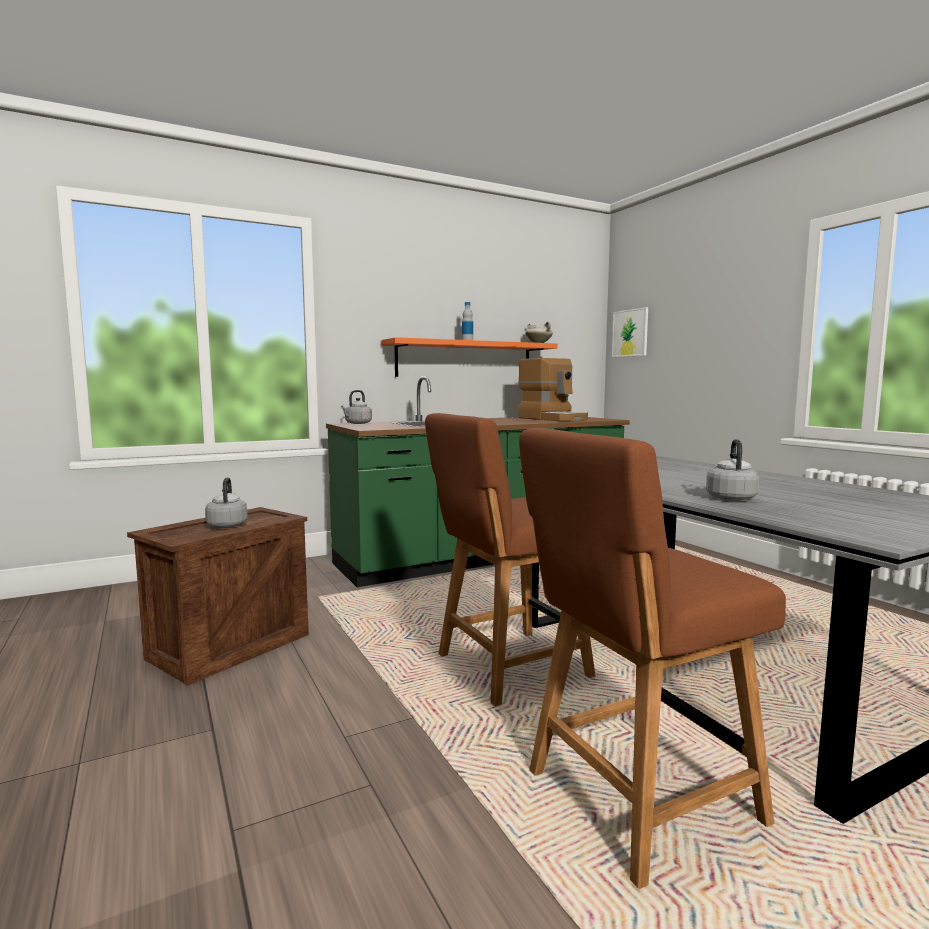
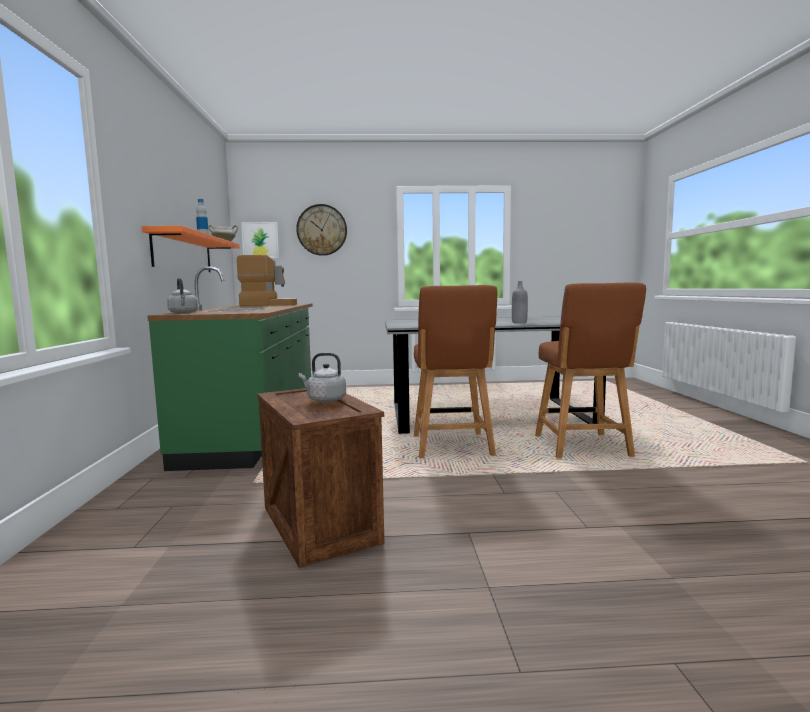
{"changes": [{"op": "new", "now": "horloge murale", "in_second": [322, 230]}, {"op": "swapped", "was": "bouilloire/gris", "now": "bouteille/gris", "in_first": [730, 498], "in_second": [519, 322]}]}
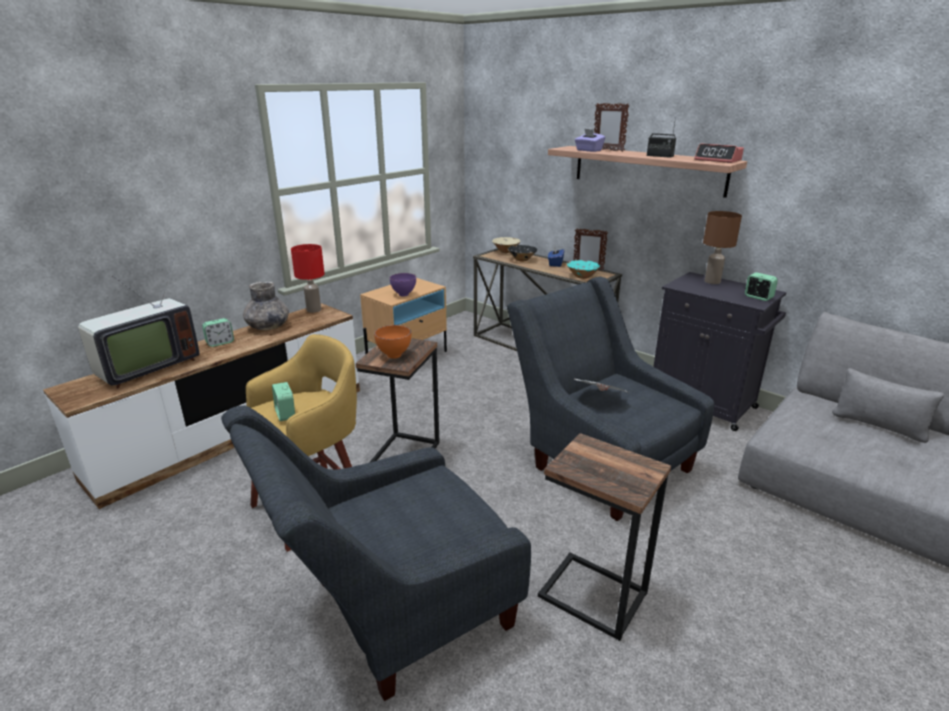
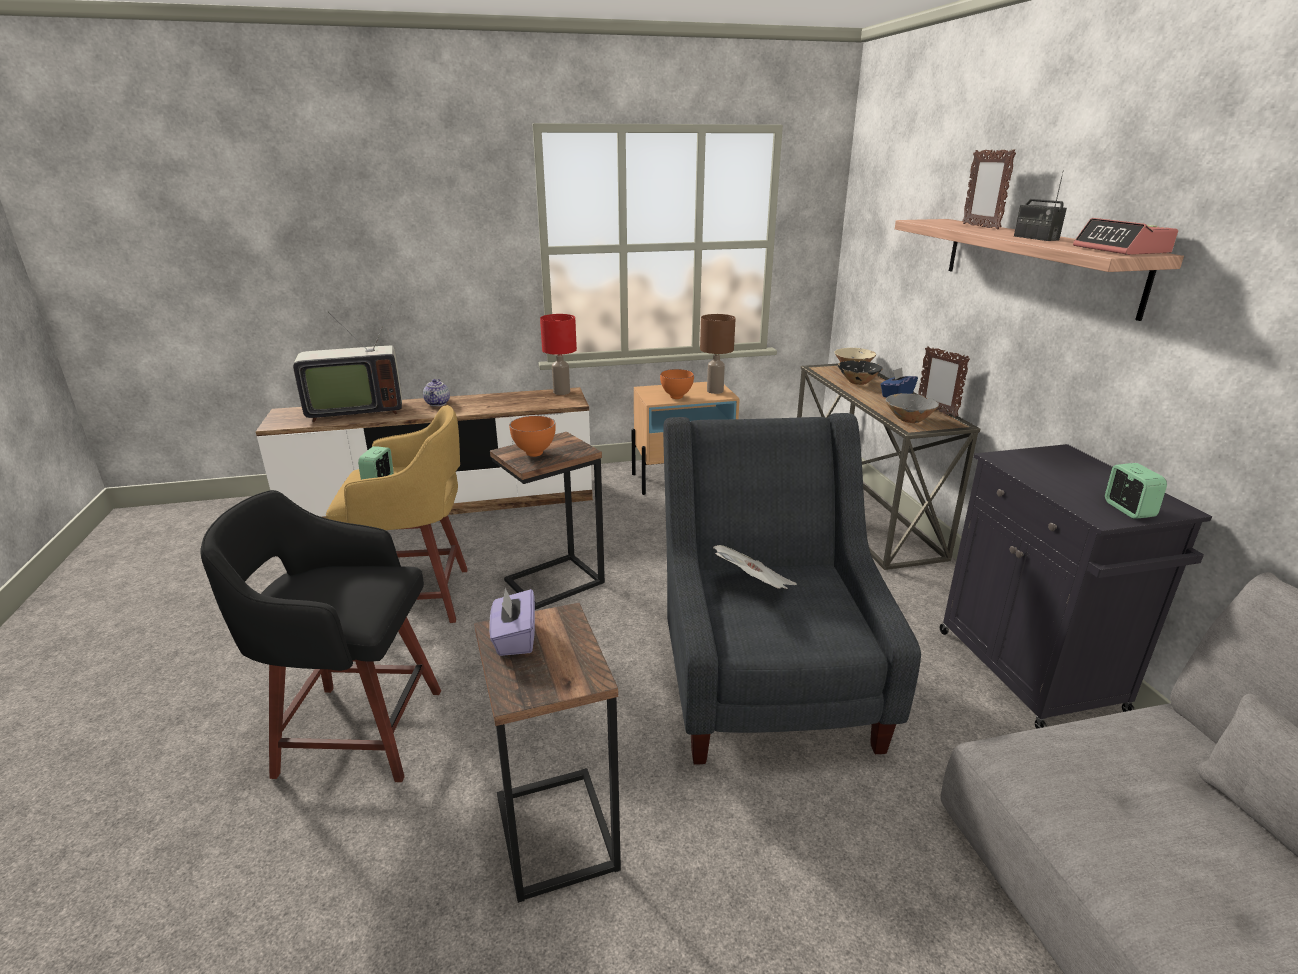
{"changes": [{"op": "swapped", "was": "fauteuil/gris", "now": "tabouret/noir", "in_first": [391, 613], "in_second": [355, 730]}, {"op": "swapped", "was": "réveil", "now": "théière", "in_first": [220, 343], "in_second": [438, 403]}, {"op": "shifted", "was": "boîte à mouchoirs/violet", "in_first": [588, 150], "in_second": [514, 638]}, {"op": "repainted", "was": "bol/violet", "now": "bol/orange", "in_first": [403, 295], "in_second": [675, 397]}, {"op": "shifted", "was": "lampe de table/marron", "in_first": [712, 281], "in_second": [715, 391]}, {"op": "repainted", "was": "bol/turquoise", "now": "bol/gris", "in_first": [582, 277], "in_second": [909, 419]}, {"op": "gone", "was": "vase/gris", "in_first": [268, 326]}]}
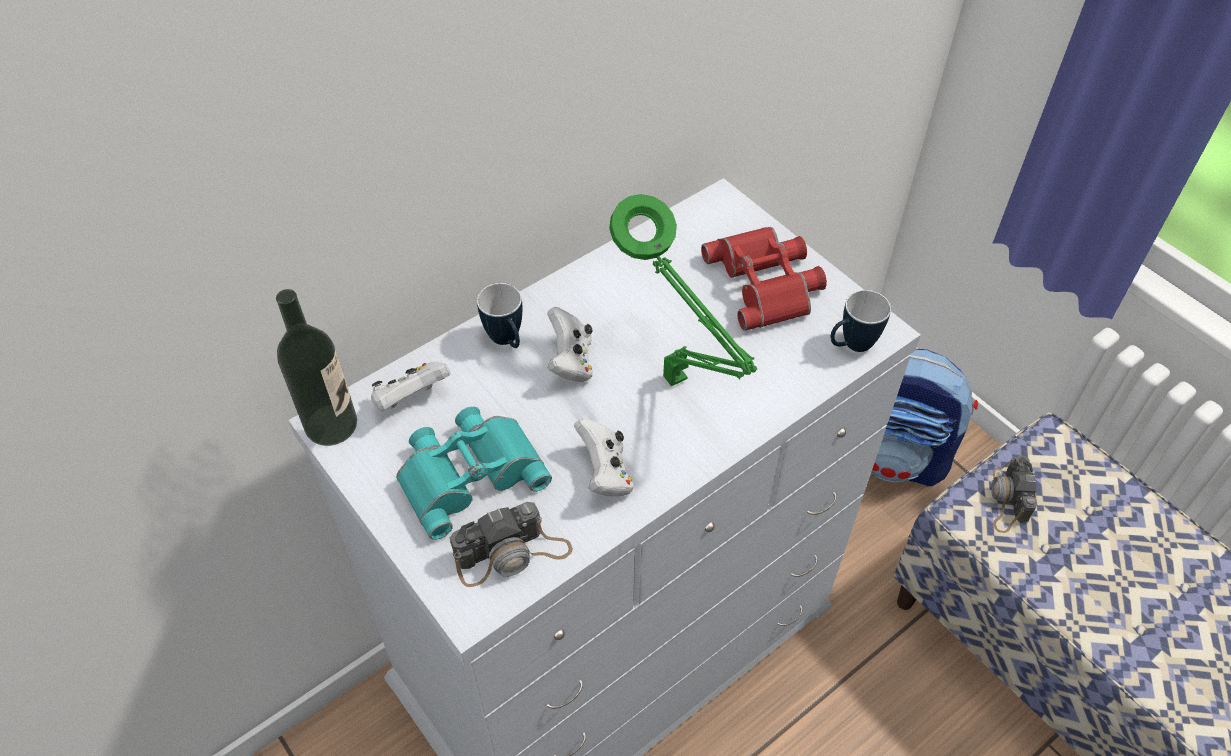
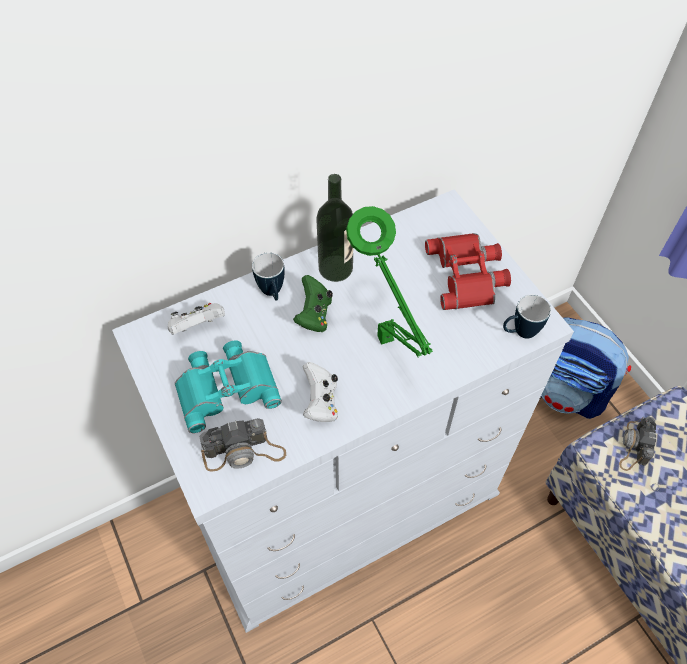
{"changes": [{"op": "repainted", "was": "manette/blanc", "now": "manette/vert", "in_first": [571, 361], "in_second": [314, 315]}, {"op": "shifted", "was": "bouteille", "in_first": [331, 425], "in_second": [335, 268]}]}
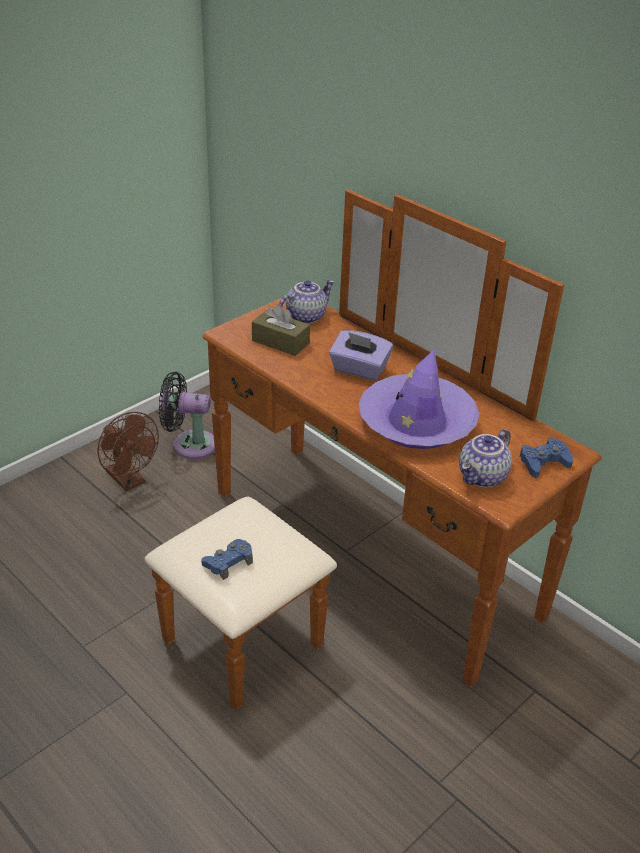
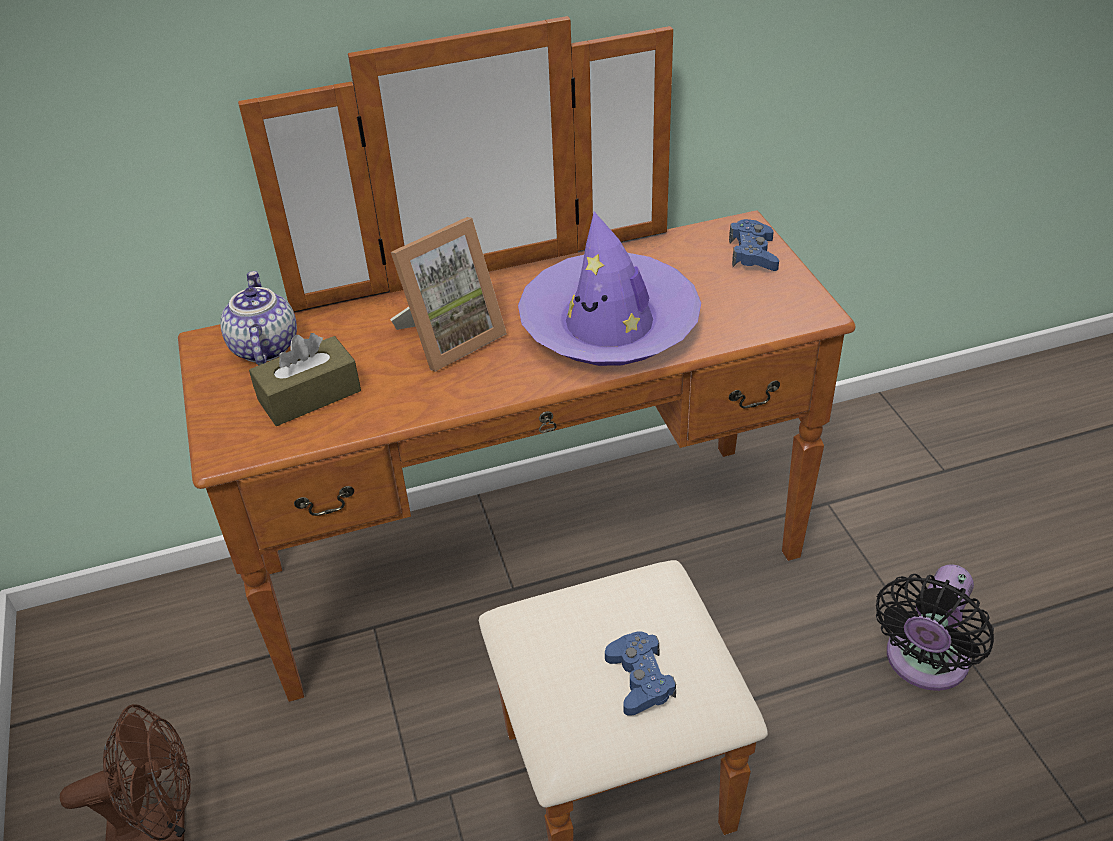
{"changes": [{"op": "swapped", "was": "boîte à mouchoirs/violet", "now": "cadre photo", "in_first": [359, 370], "in_second": [449, 338]}, {"op": "shifted", "was": "ventilateur/noir", "in_first": [189, 444], "in_second": [923, 663]}, {"op": "gone", "was": "théière", "in_first": [483, 477]}]}
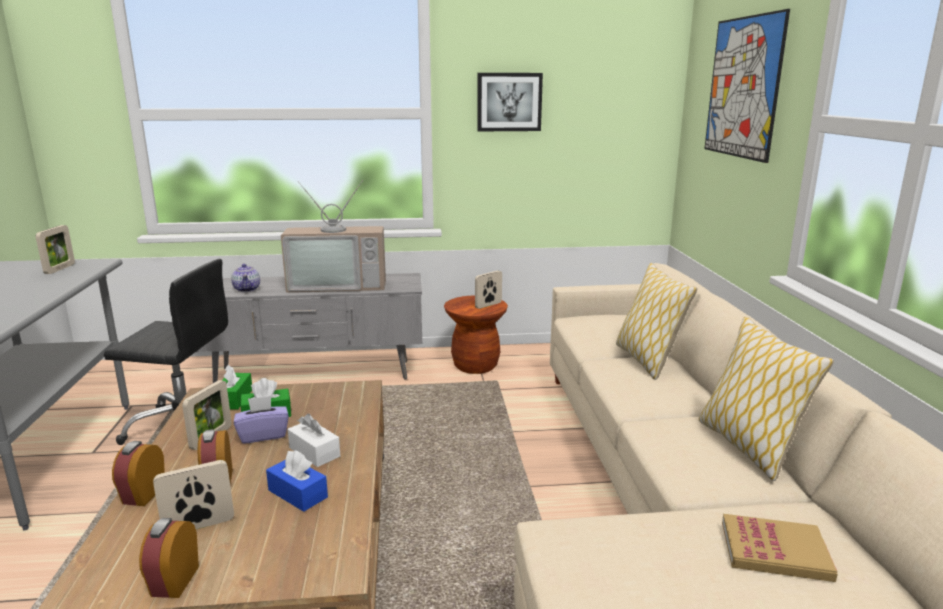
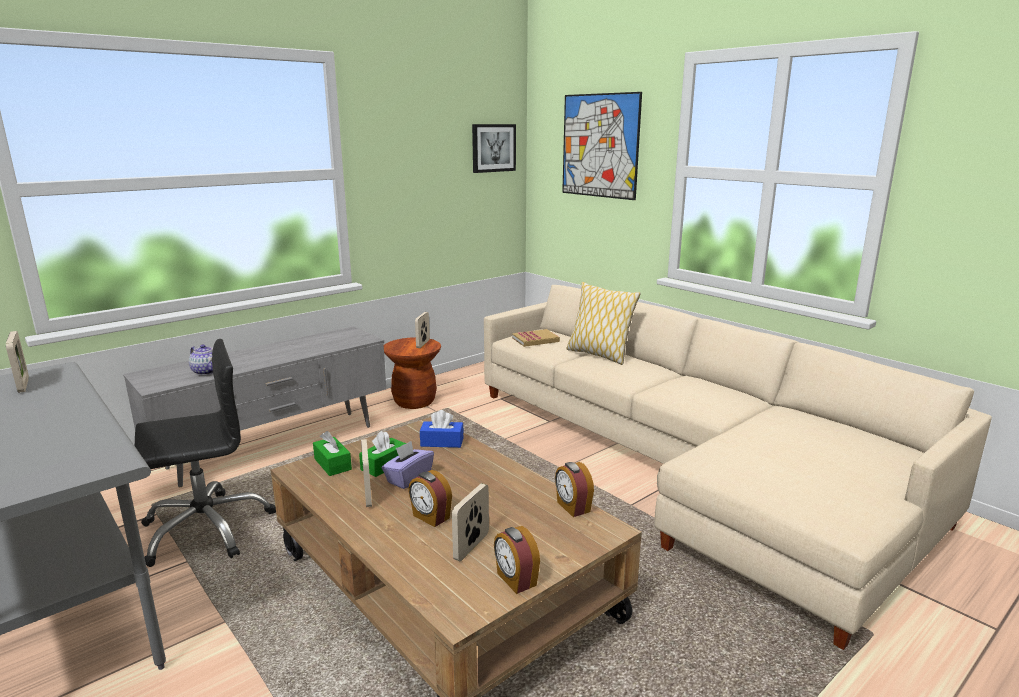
{"changes": [{"op": "shifted", "was": "boîte à mouchoirs/bleu", "in_first": [298, 494], "in_second": [442, 442]}, {"op": "shifted", "was": "tableau", "in_first": [509, 102], "in_second": [493, 148]}, {"op": "shifted", "was": "livre", "in_first": [775, 551], "in_second": [535, 340]}, {"op": "shifted", "was": "réveil", "in_first": [143, 494], "in_second": [572, 507]}, {"op": "gone", "was": "téléviseur", "in_first": [338, 284]}, {"op": "gone", "was": "boîte à mouchoirs/blanc", "in_first": [314, 452]}, {"op": "gone", "was": "coussin", "in_first": [748, 446]}]}
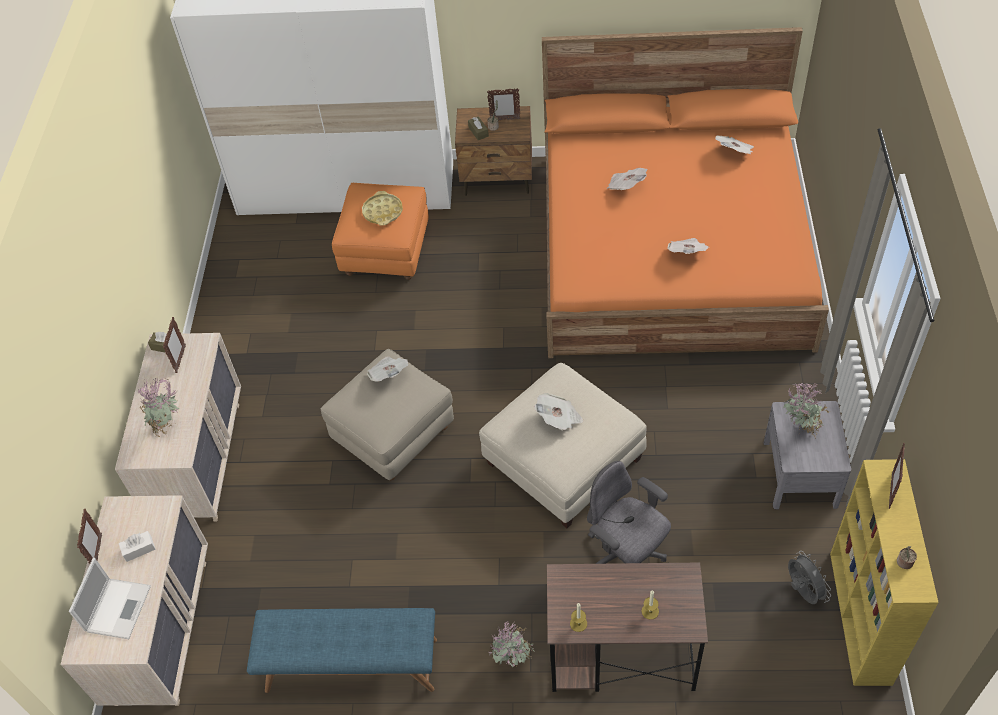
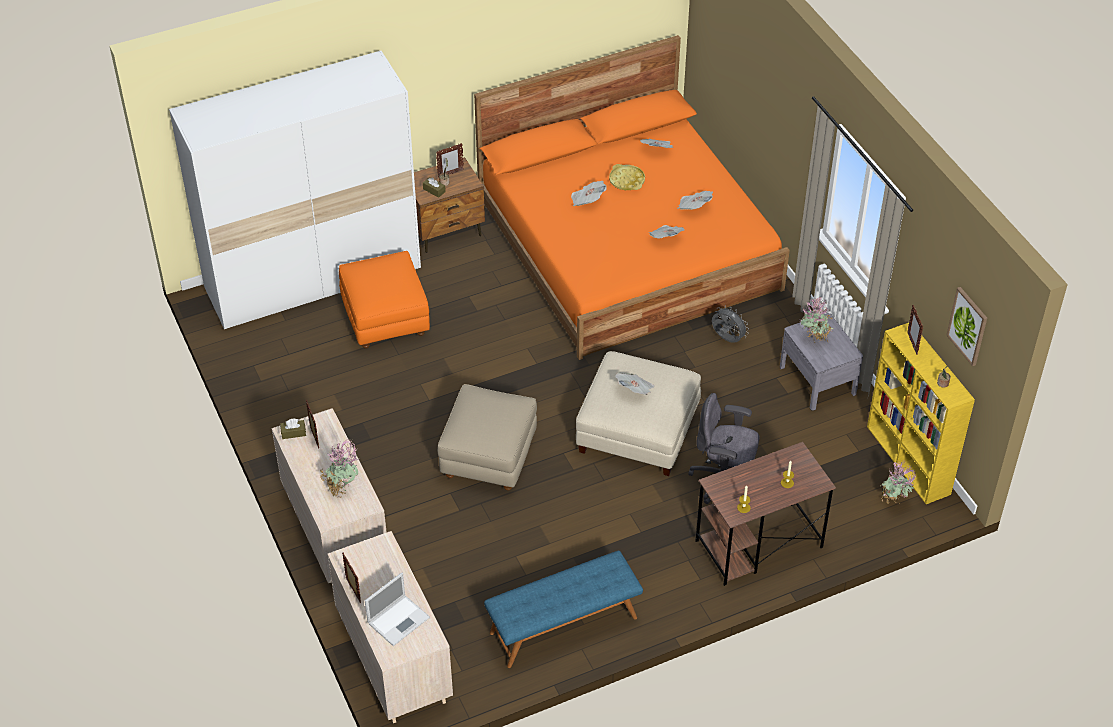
{"changes": [{"op": "rotated", "was": "ordinateur portable", "in_first": [118, 607], "in_second": [399, 619], "clockwise": 60}, {"op": "shifted", "was": "plateau/jaune", "in_first": [383, 212], "in_second": [627, 180]}, {"op": "shifted", "was": "journal", "in_first": [388, 375], "in_second": [694, 207]}, {"op": "shifted", "was": "ventilateur/gris", "in_first": [802, 591], "in_second": [727, 339]}, {"op": "shifted", "was": "plante en pot", "in_first": [513, 661], "in_second": [894, 502]}, {"op": "new", "now": "tableau", "in_second": [968, 326]}, {"op": "gone", "was": "boîte à mouchoirs/blanc", "in_first": [139, 549]}]}
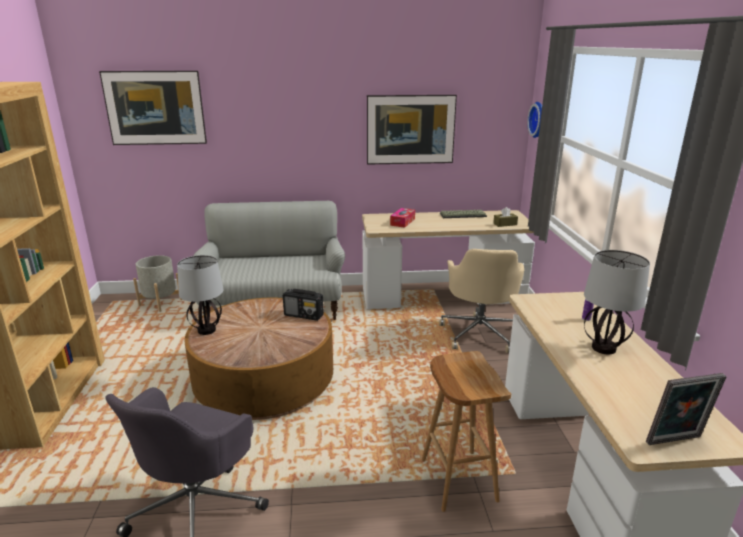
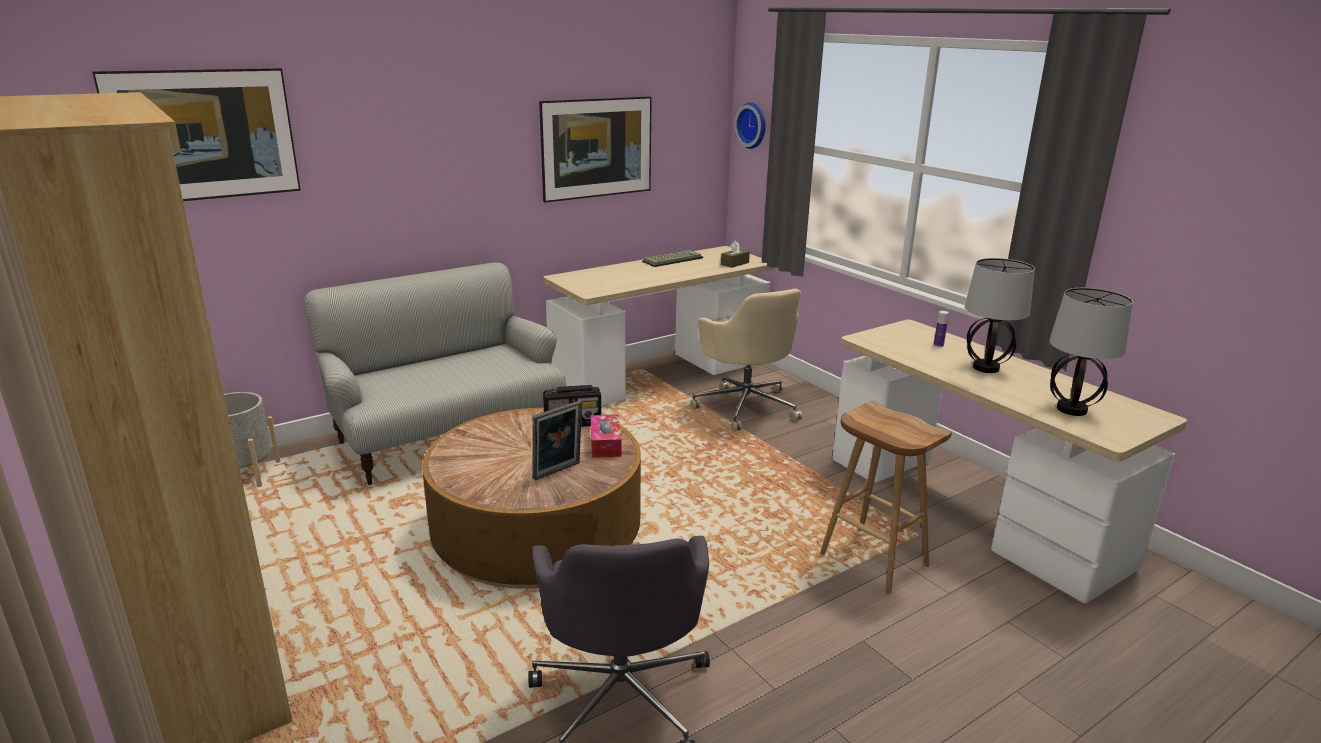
{"changes": [{"op": "shifted", "was": "cadre photo", "in_first": [675, 442], "in_second": [558, 472]}, {"op": "shifted", "was": "boîte à mouchoirs", "in_first": [402, 222], "in_second": [605, 443]}, {"op": "shifted", "was": "lampe de table", "in_first": [206, 330], "in_second": [1071, 410]}]}
